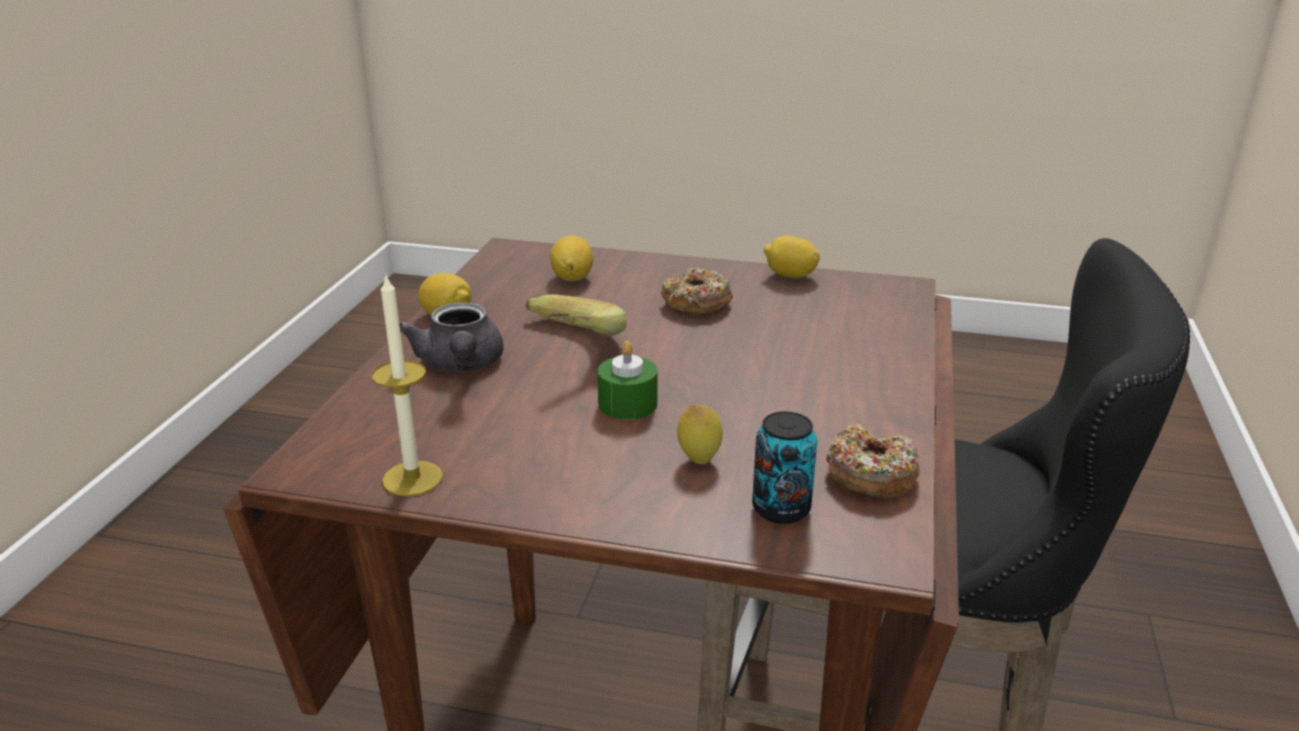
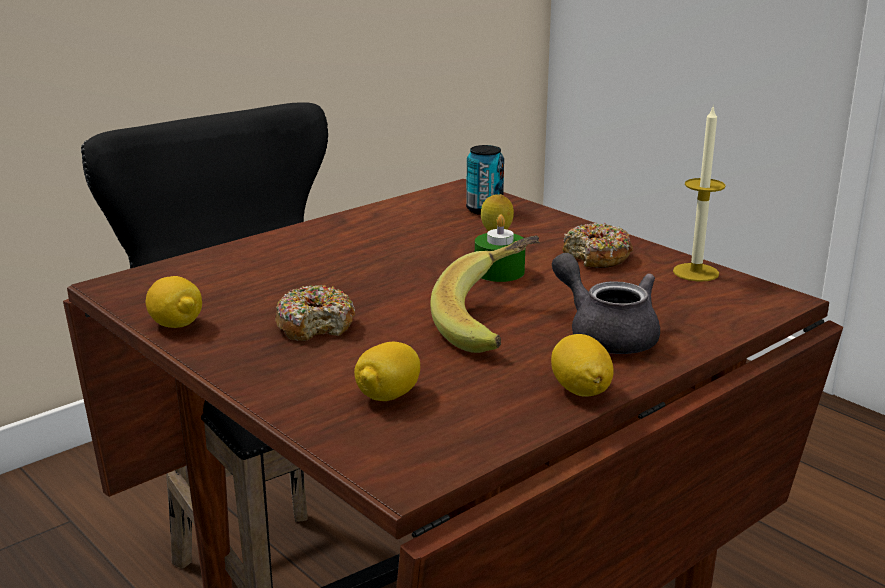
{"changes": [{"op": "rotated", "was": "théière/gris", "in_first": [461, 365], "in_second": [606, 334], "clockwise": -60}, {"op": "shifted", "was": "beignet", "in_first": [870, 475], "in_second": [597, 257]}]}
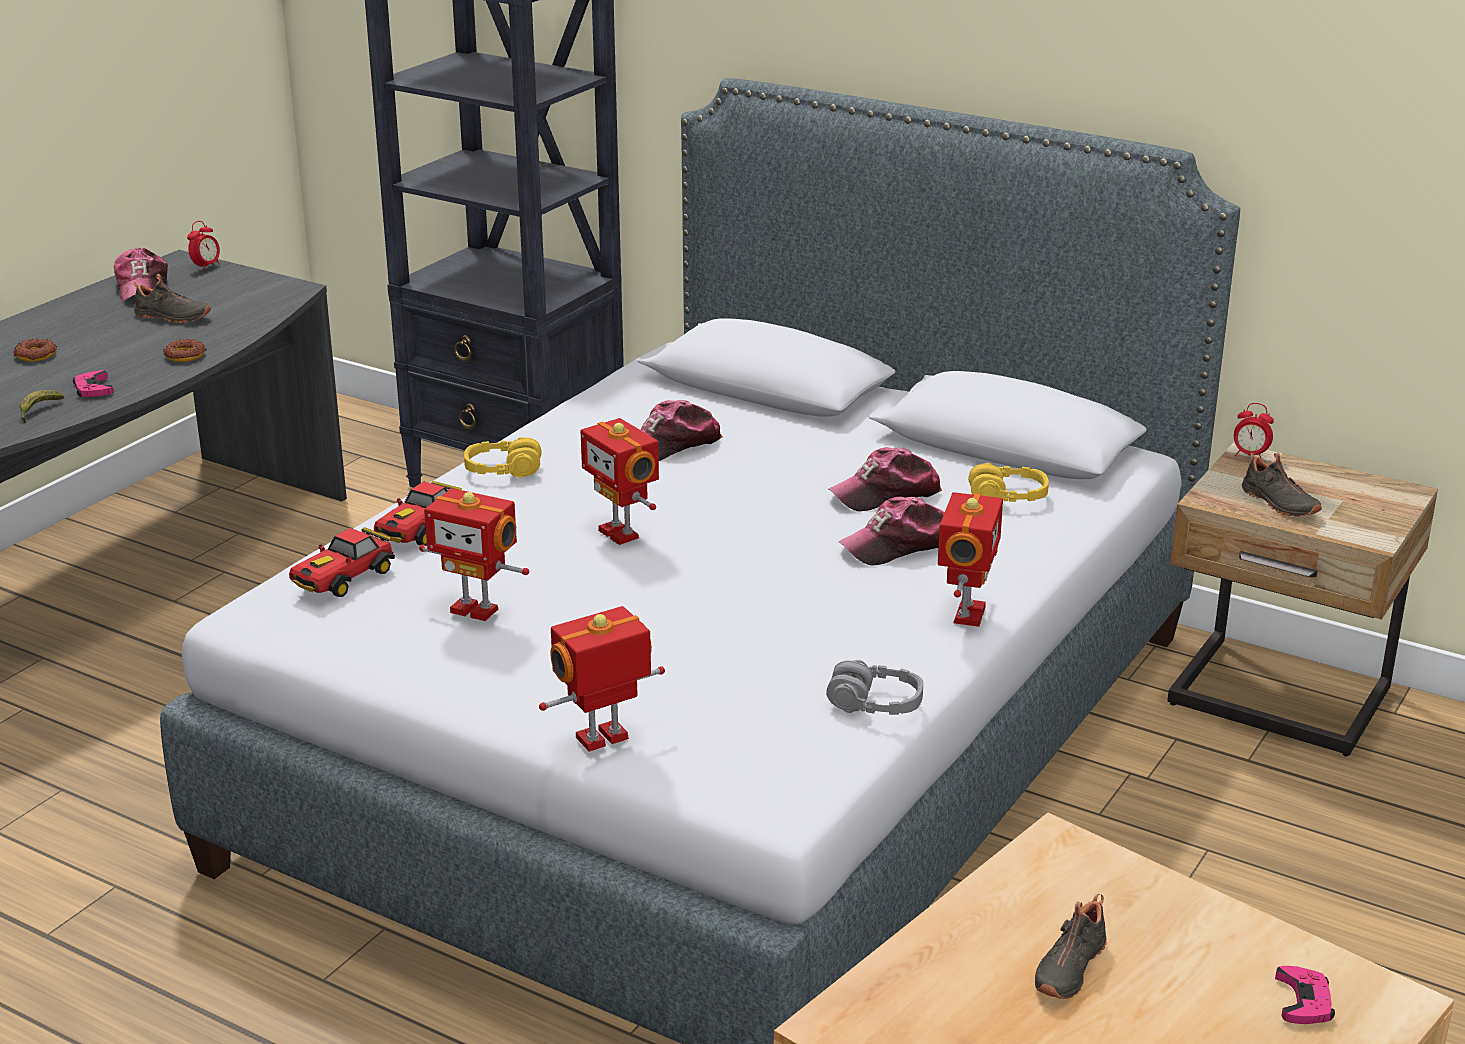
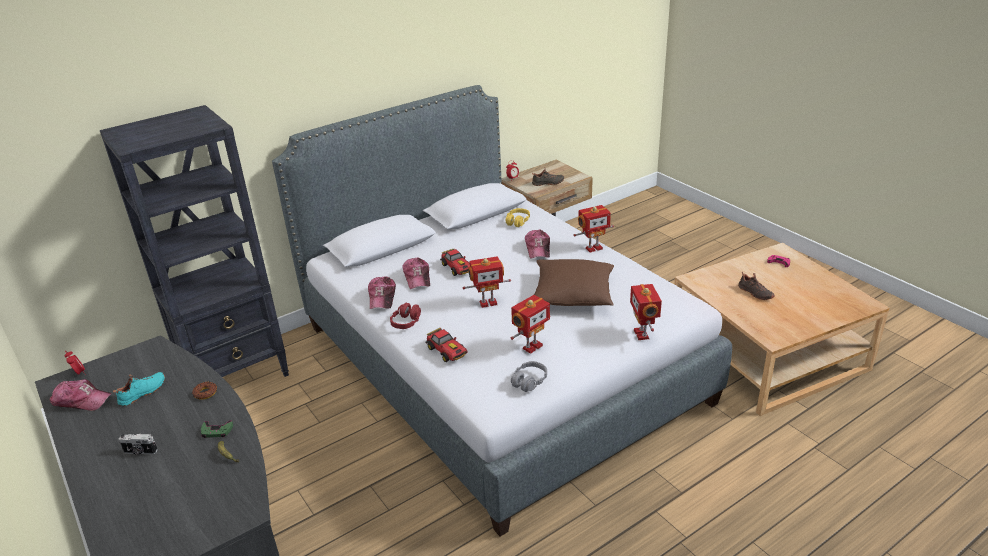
{"changes": [{"op": "repainted", "was": "chaussure/noir", "now": "chaussure/turquoise", "in_first": [172, 317], "in_second": [143, 393]}, {"op": "swapped", "was": "beignet", "now": "appareil photo", "in_first": [36, 355], "in_second": [140, 452]}, {"op": "repainted", "was": "manette/rose", "now": "manette/vert", "in_first": [93, 389], "in_second": [216, 431]}, {"op": "shifted", "was": "casquette", "in_first": [886, 494], "in_second": [382, 297]}, {"op": "repainted", "was": "casque audio/jaune", "now": "casque audio/rouge", "in_first": [503, 470], "in_second": [406, 322]}, {"op": "shifted", "was": "petite voiture", "in_first": [343, 579], "in_second": [457, 268]}, {"op": "shifted", "was": "casque audio/gris", "in_first": [875, 704], "in_second": [529, 381]}, {"op": "new", "now": "coussin/marron", "in_second": [573, 295]}, {"op": "rotated", "was": "robot jouet", "in_first": [966, 614], "in_second": [593, 248], "clockwise": 120}]}
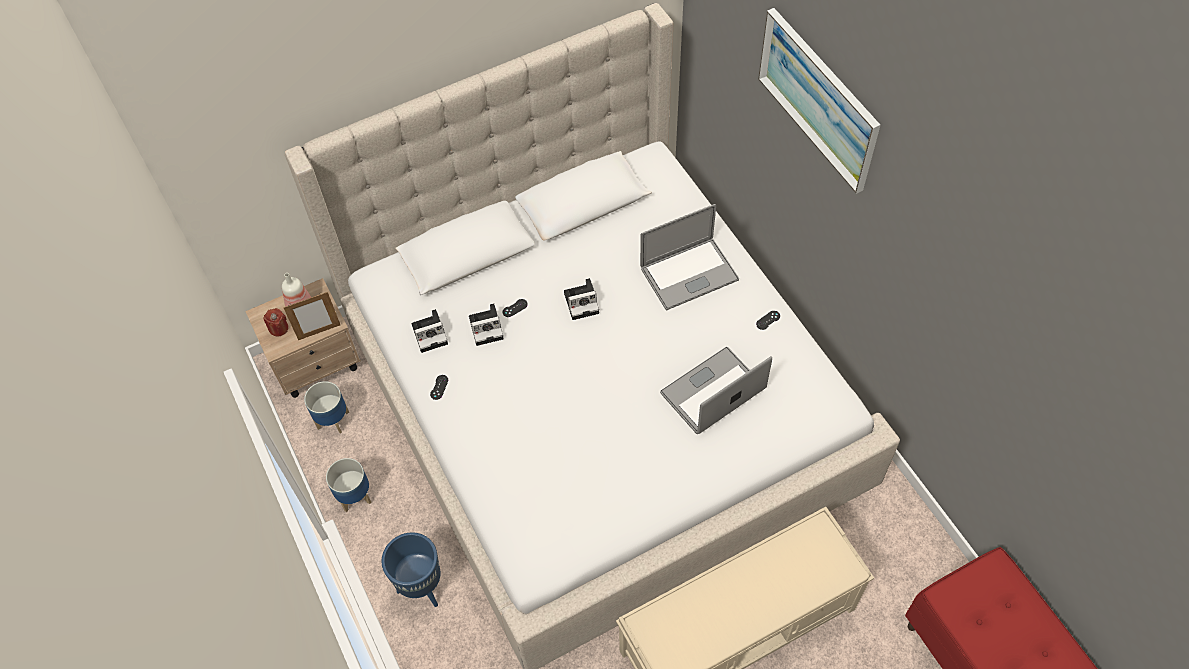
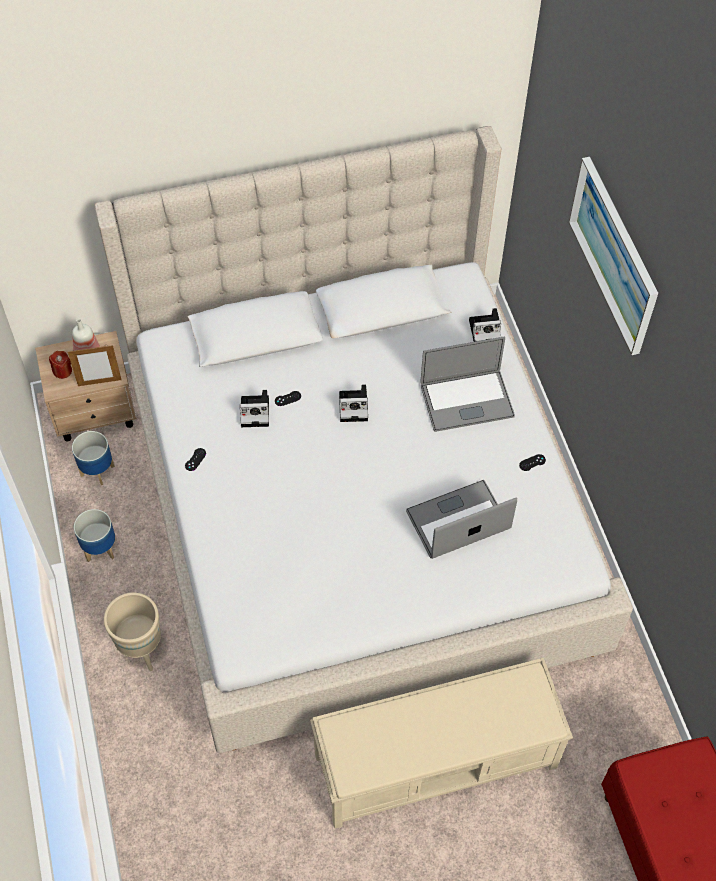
{"changes": [{"op": "repainted", "was": "cache-pot/bleu", "now": "cache-pot/beige", "in_first": [421, 587], "in_second": [141, 649]}, {"op": "shifted", "was": "appareil photo", "in_first": [431, 333], "in_second": [486, 330]}]}
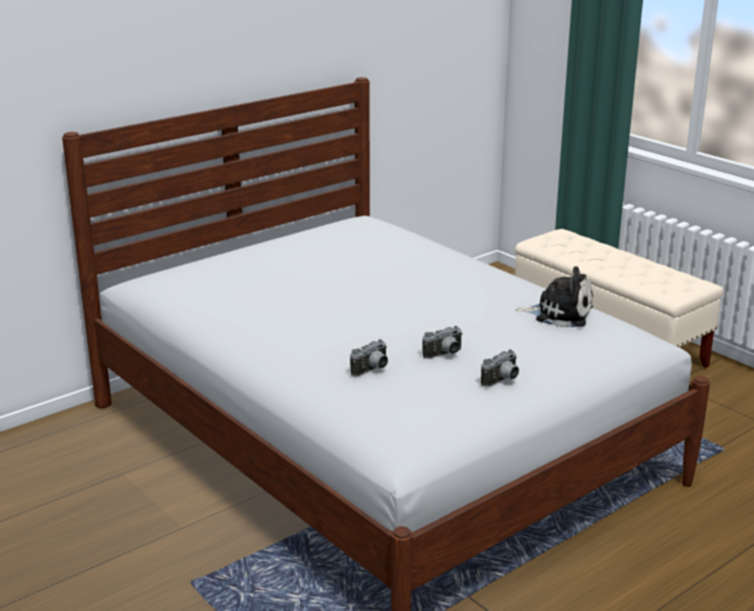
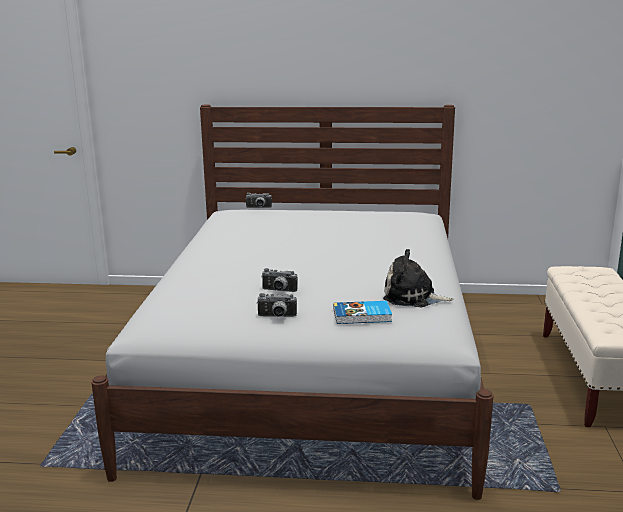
{"changes": [{"op": "shifted", "was": "appareil photo", "in_first": [372, 370], "in_second": [258, 208]}, {"op": "new", "now": "livre", "in_second": [362, 316]}, {"op": "rotated", "was": "peluche", "in_first": [559, 313], "in_second": [413, 297], "clockwise": 135}]}
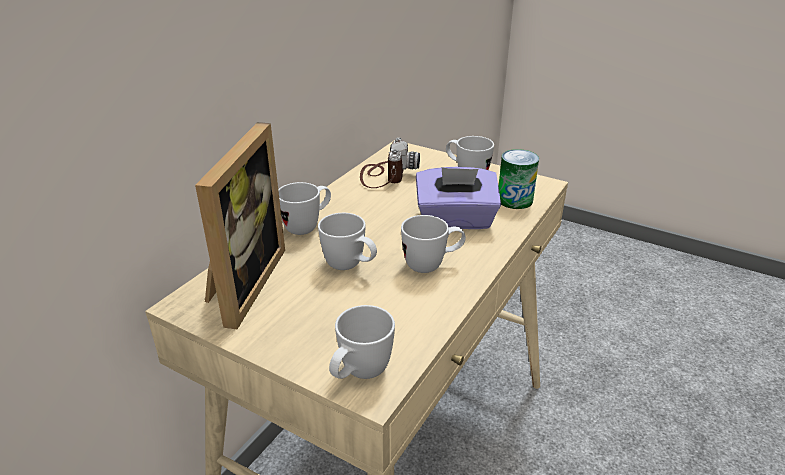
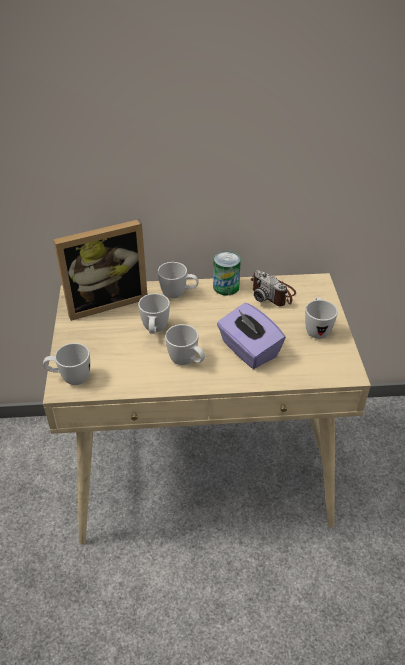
{"changes": [{"op": "shifted", "was": "boîte métallique", "in_first": [515, 200], "in_second": [226, 287]}, {"op": "rotated", "was": "appareil photo", "in_first": [385, 174], "in_second": [273, 293], "clockwise": 75}]}
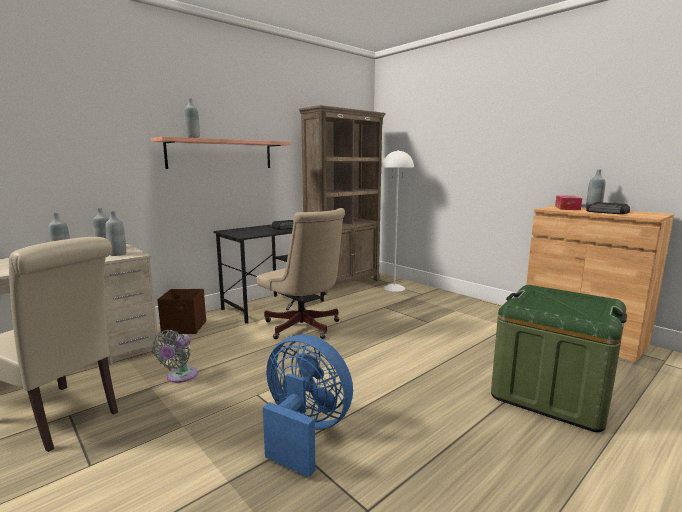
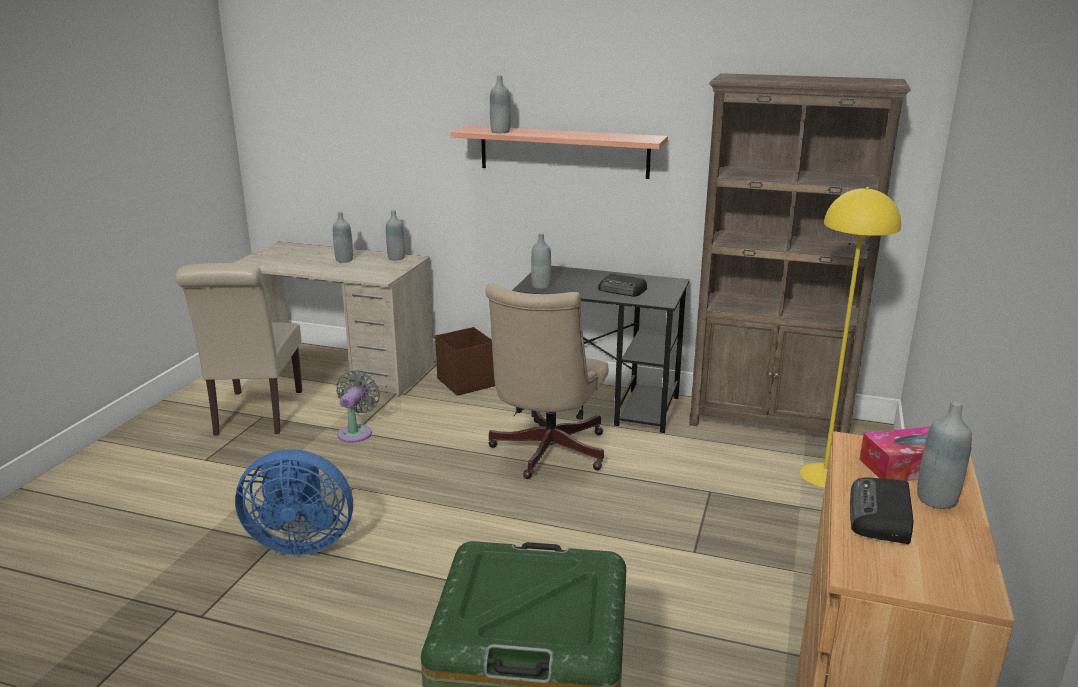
{"changes": [{"op": "rotated", "was": "ventilateur/bleu", "in_first": [304, 432], "in_second": [300, 541], "clockwise": 90}, {"op": "rotated", "was": "ventilateur/gris", "in_first": [180, 377], "in_second": [356, 432], "clockwise": 120}, {"op": "shifted", "was": "bouteille/gris", "in_first": [118, 254], "in_second": [541, 286]}, {"op": "repainted", "was": "lampadaire/blanc", "now": "lampadaire/jaune", "in_first": [394, 288], "in_second": [825, 475]}]}
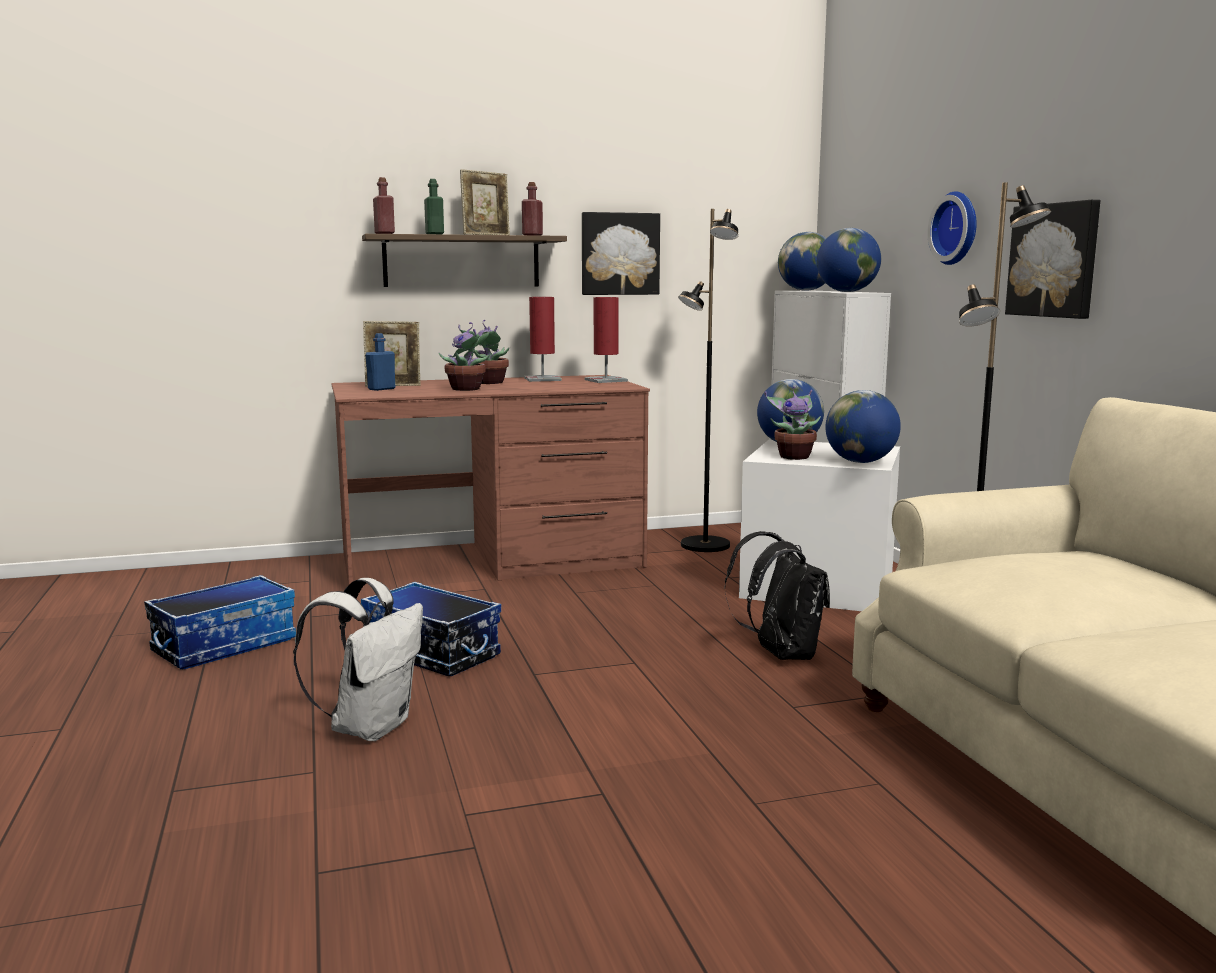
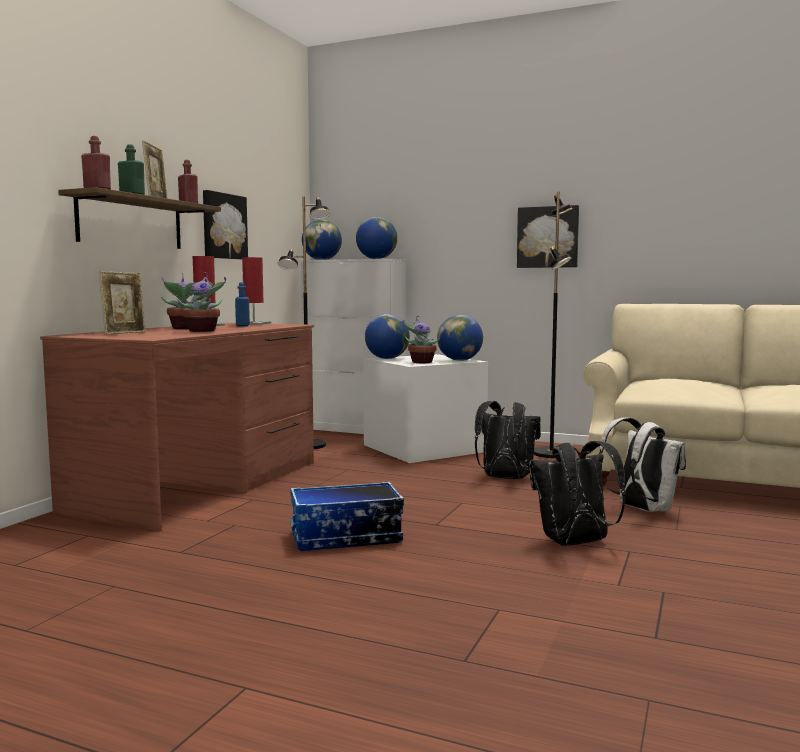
{"changes": [{"op": "shifted", "was": "bouteille/bleu", "in_first": [381, 389], "in_second": [242, 325]}, {"op": "new", "now": "sac à dos/noir", "in_second": [574, 543]}, {"op": "shifted", "was": "sac à dos/blanc", "in_first": [370, 726], "in_second": [641, 509]}, {"op": "gone", "was": "boîte de rangement", "in_first": [225, 645]}, {"op": "gone", "was": "horloge murale", "in_first": [957, 228]}]}
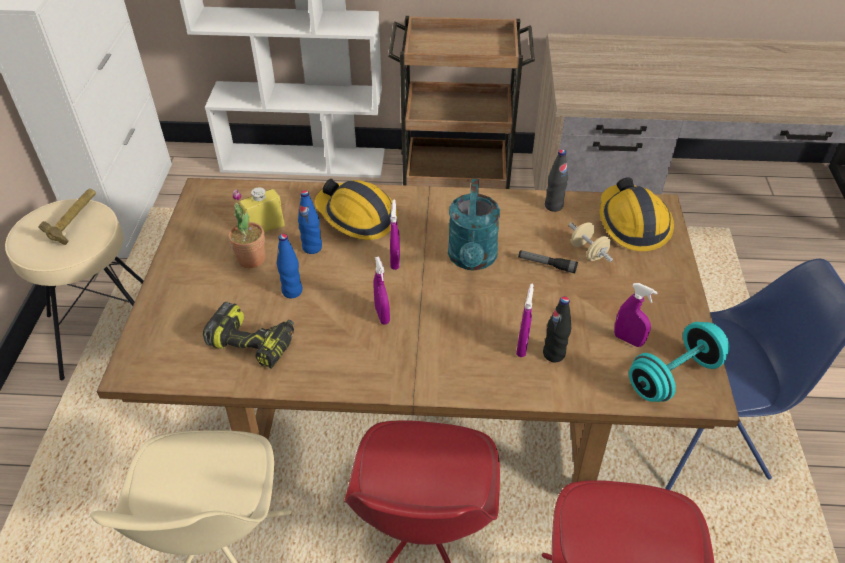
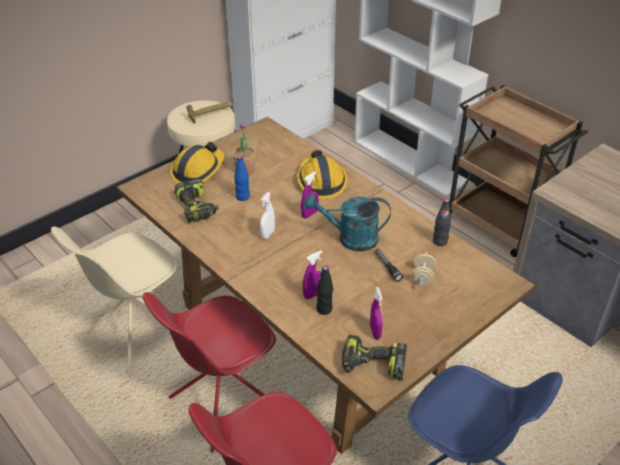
{"changes": [{"op": "shifted", "was": "casque de chantier", "in_first": [632, 223], "in_second": [198, 170]}, {"op": "repainted", "was": "vaporisateur/violet", "now": "vaporisateur/blanc", "in_first": [382, 315], "in_second": [267, 234]}, {"op": "rotated", "was": "arrosoir/turquoise", "in_first": [472, 259], "in_second": [350, 238], "clockwise": 45}, {"op": "swapped", "was": "haltère/turquoise", "now": "perceuse", "in_first": [673, 376], "in_second": [372, 365]}, {"op": "gone", "was": "bouteille/jaune", "in_first": [265, 229]}, {"op": "gone", "was": "bouteille/bleu", "in_first": [312, 247]}]}
